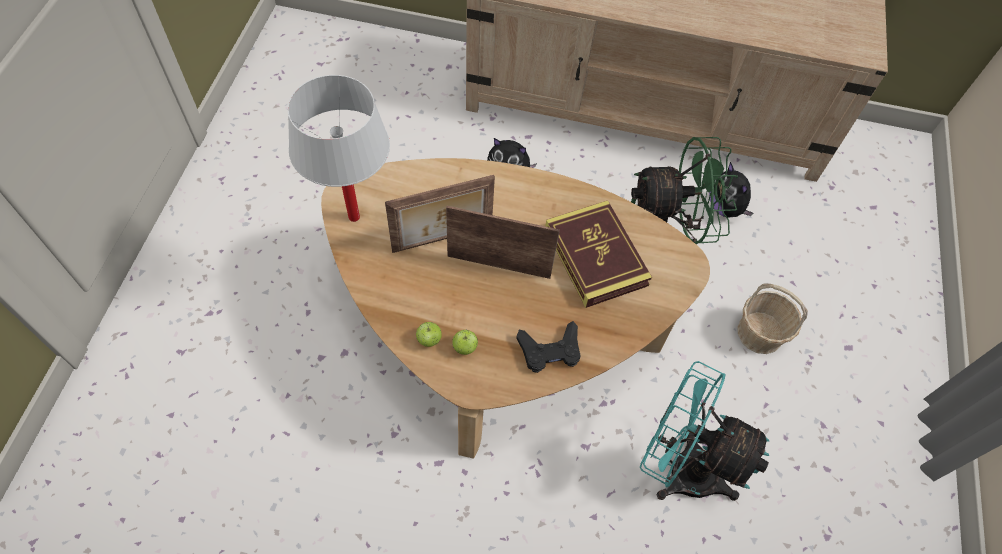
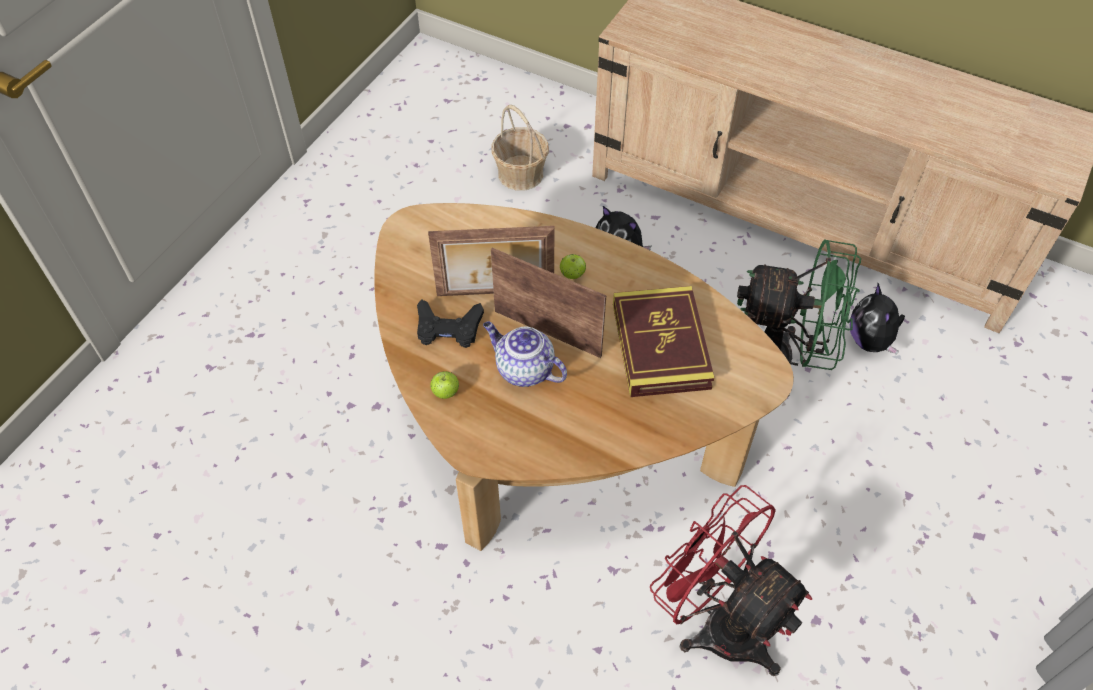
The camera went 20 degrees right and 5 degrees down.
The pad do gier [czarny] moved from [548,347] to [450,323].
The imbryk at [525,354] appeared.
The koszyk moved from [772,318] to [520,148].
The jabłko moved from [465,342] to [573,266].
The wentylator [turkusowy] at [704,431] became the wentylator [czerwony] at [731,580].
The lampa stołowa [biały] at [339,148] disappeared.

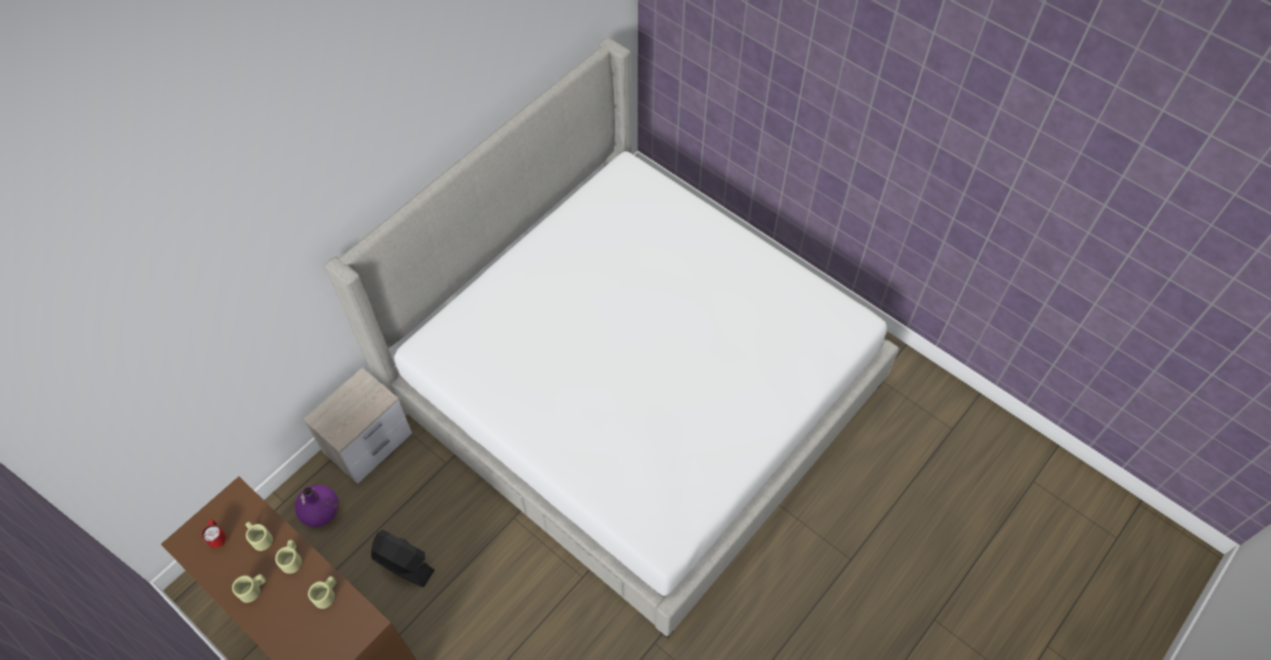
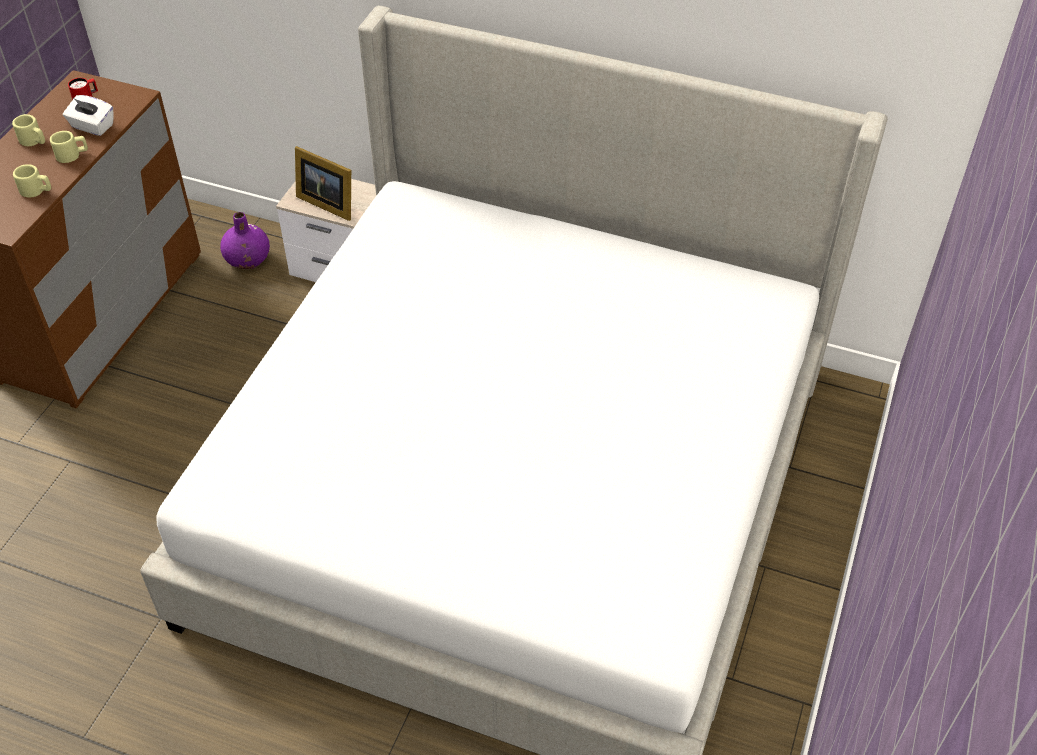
The camera went 70 degrees right and 10 degrees down.
The kubek [beżowy] at [259,536] was replaced by the pudełko chusteczek [biały] at [88,115].
The ramka na zdjęcie at [323,183] appeared.
The wentylator [czarny] at [403,558] disappeared.

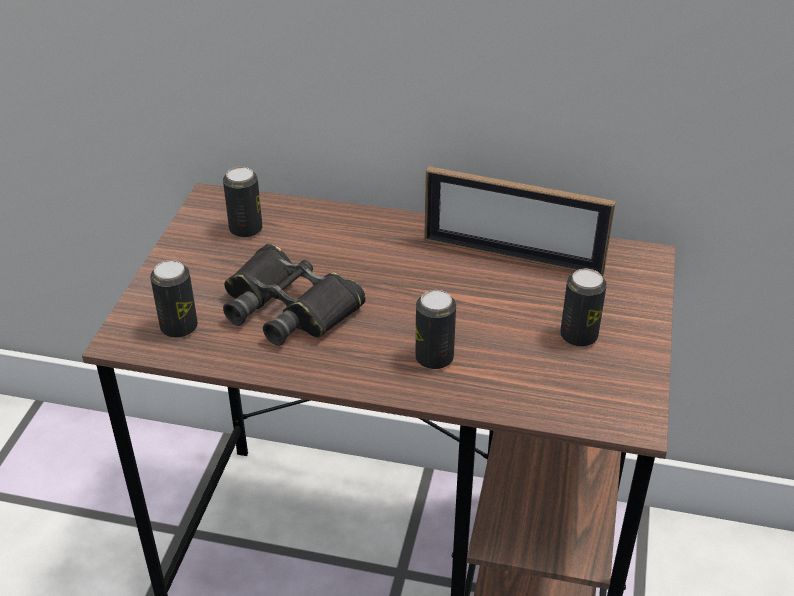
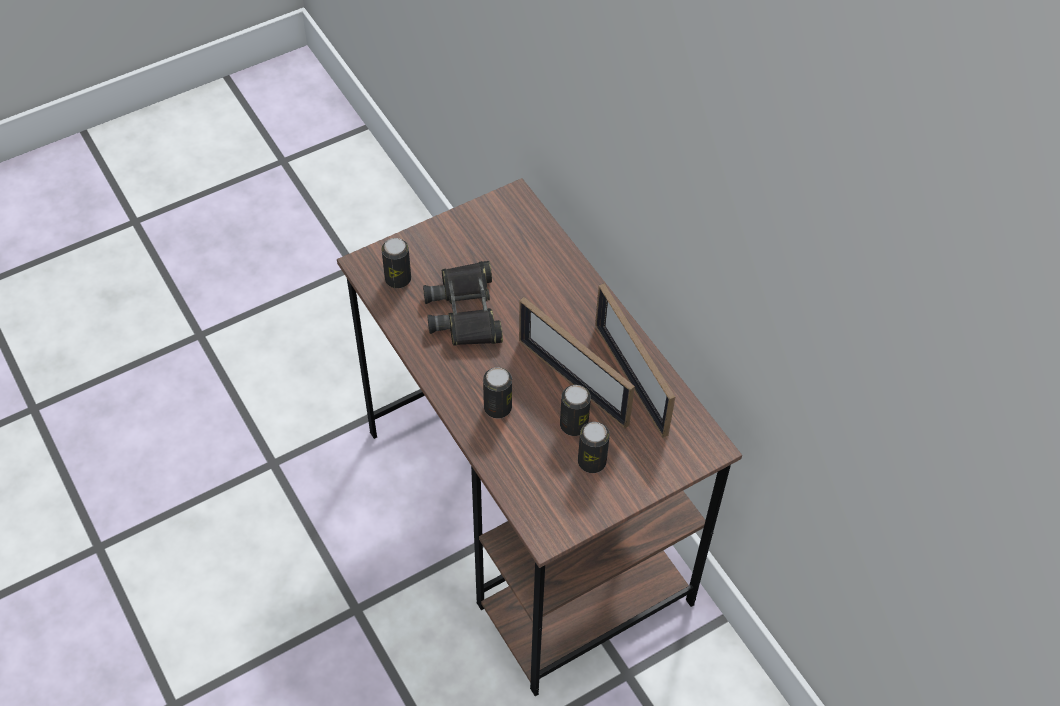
The camera went 45 degrees right and 15 degrees up.
The ramka na zdjęcie at [577,363] appeared.
The puszka moved from [242,202] to [575,410].

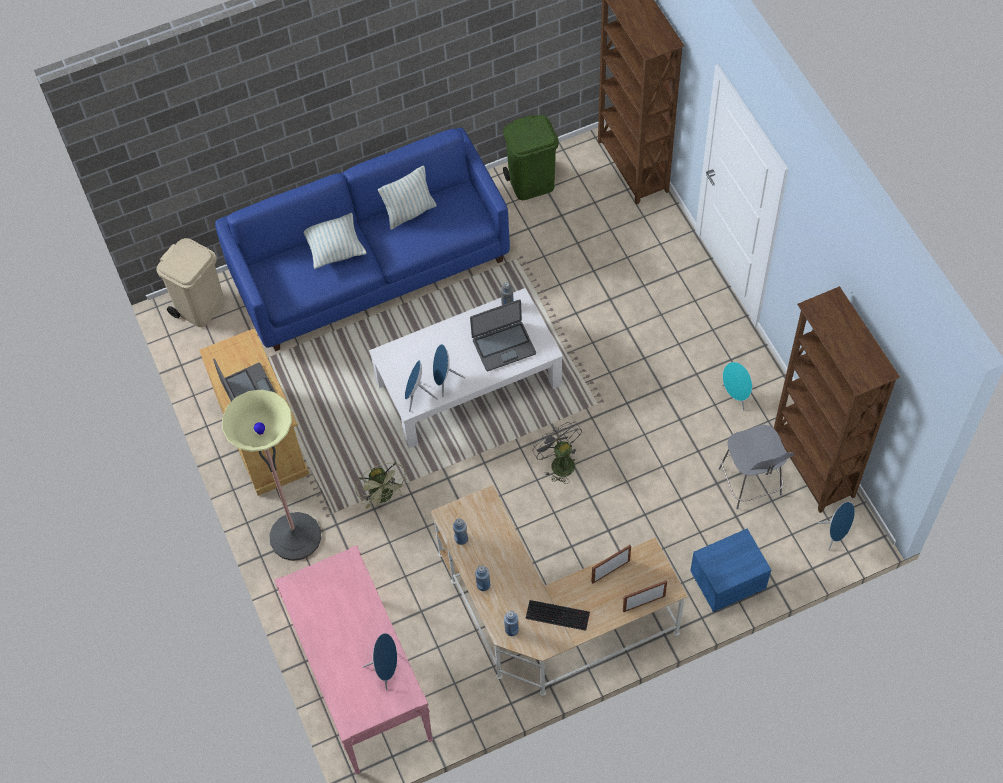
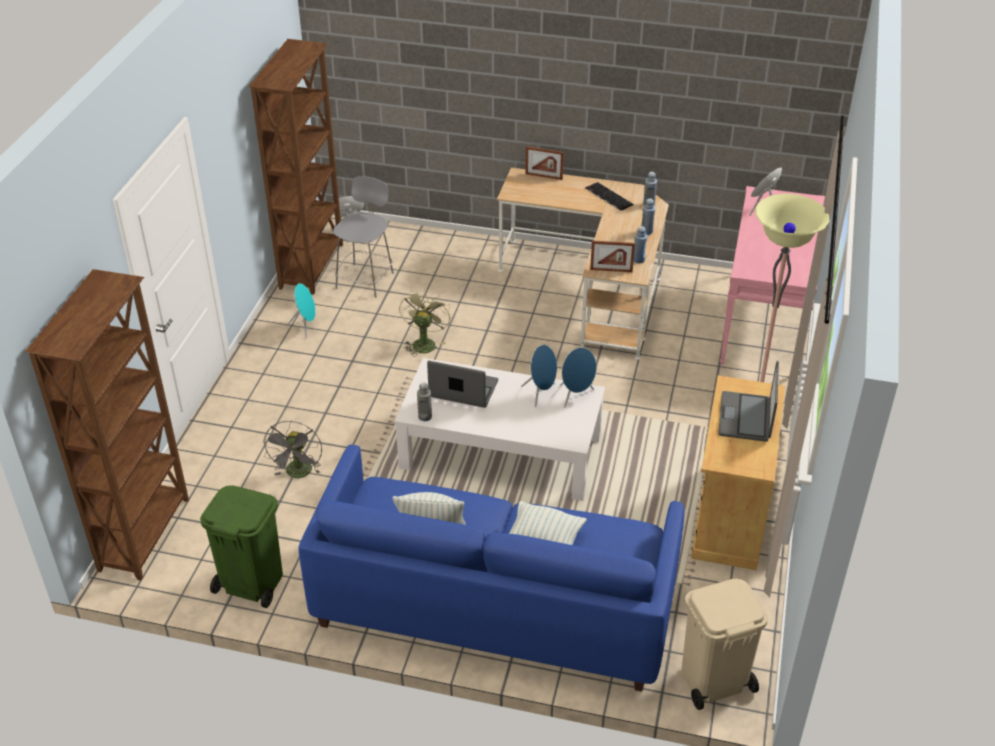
The camera went 145 degrees left and 20 degrees down.
The wentylator [szary] moved from [557,453] to [292,449].
The wentylator [zielony] moved from [381,485] to [425,323].
The ramka na zdjęcie moved from [611,564] to [612,256].
The szafka nocna [niebieski] at [730,570] disappeared.

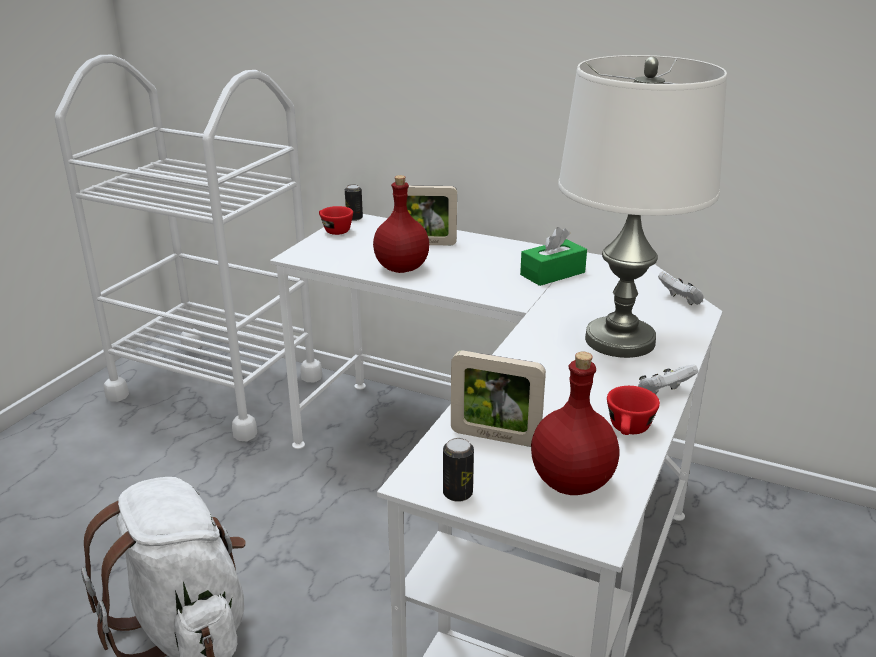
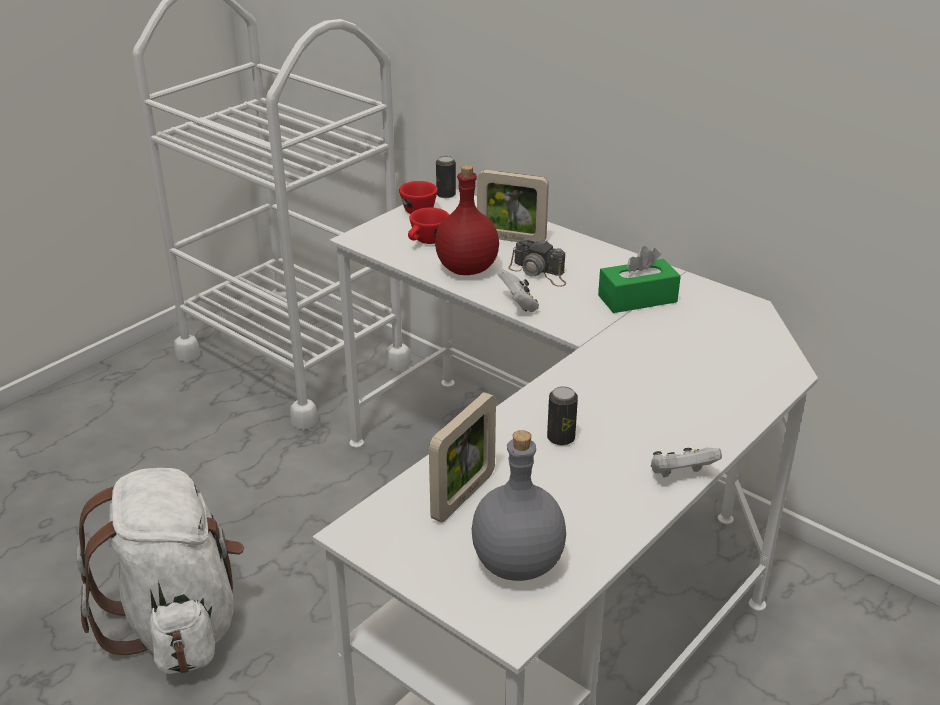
The camera went 15 degrees right and 5 degrees up.
The filiżanka [czerwony] moved from [633,410] to [428,226].
The ramka na zdjęcie at [498,399] turned 90 degrees counterclockwise.
The butelka [czerwony] at [575,423] became the butelka [szary] at [519,505].
The pad do gier [biały] moved from [681,288] to [518,290].
The aparat fotograficzny at [537,263] appeared.
The puszka moved from [458,470] to [562,415].
The lampa stołowa [biały] at [642,206] disappeared.

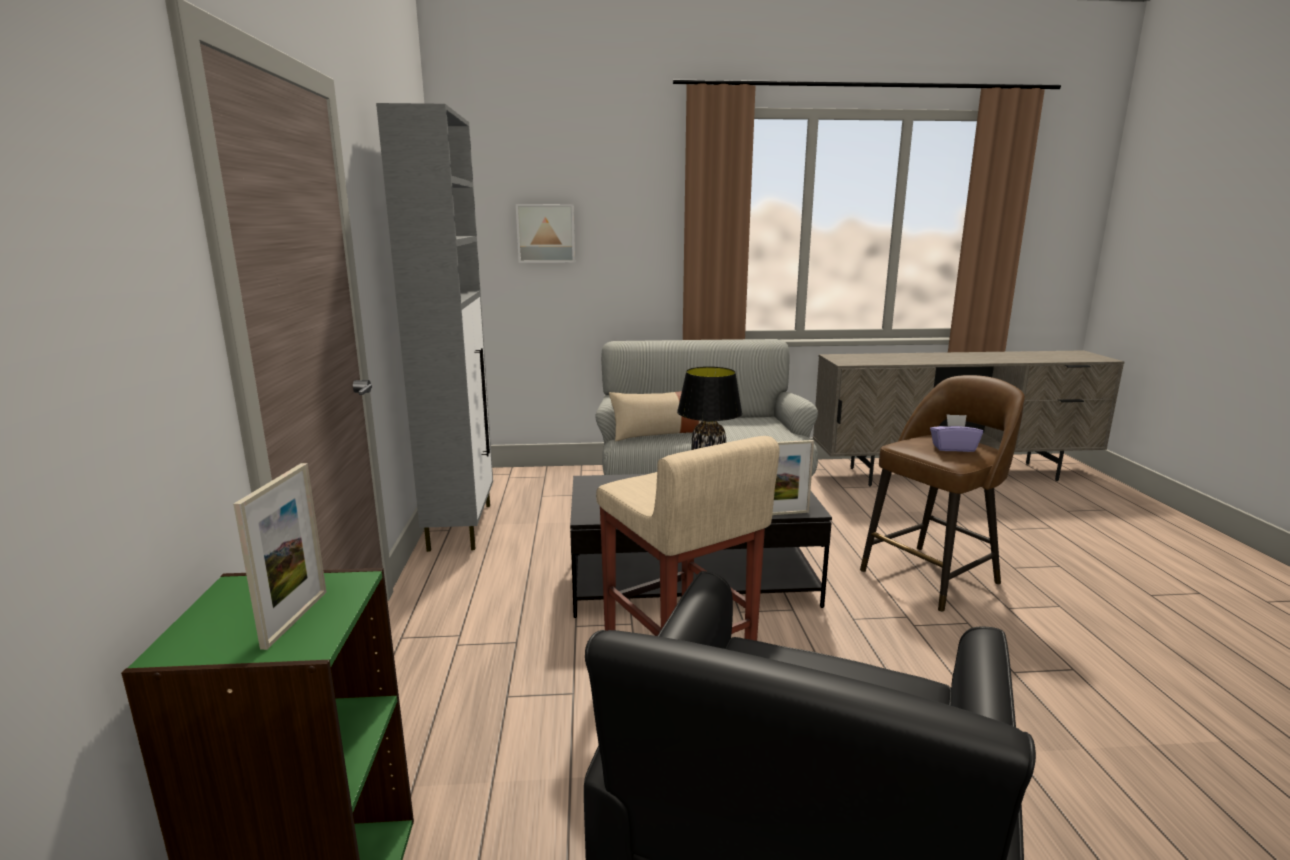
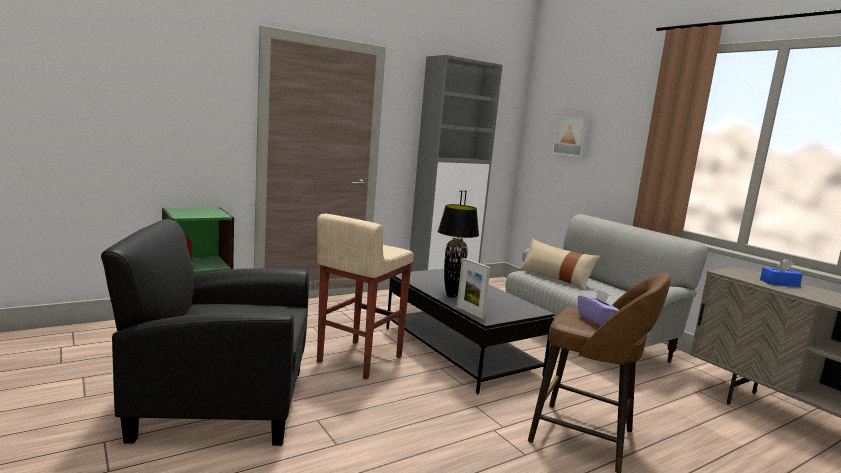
The camera went 60 degrees right and 5 degrees down.
The pudełko chusteczek [niebieski] at [781,272] appeared.
The ramka na zdjęcie at [280,556] disappeared.

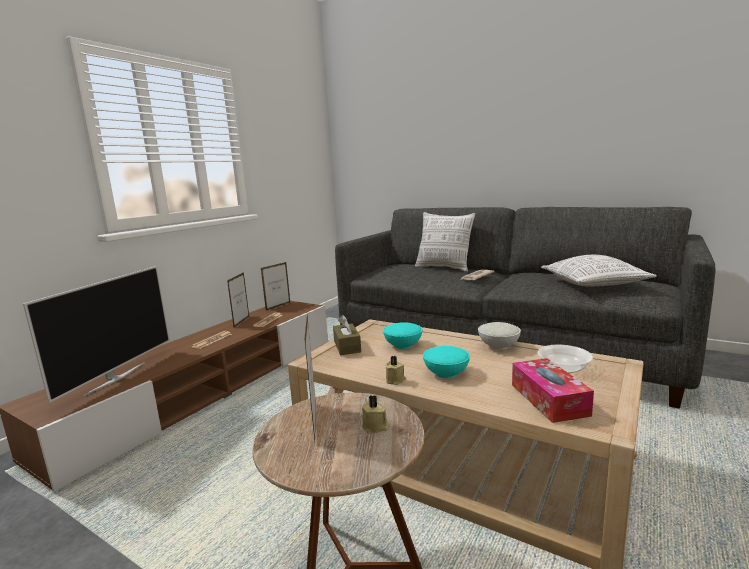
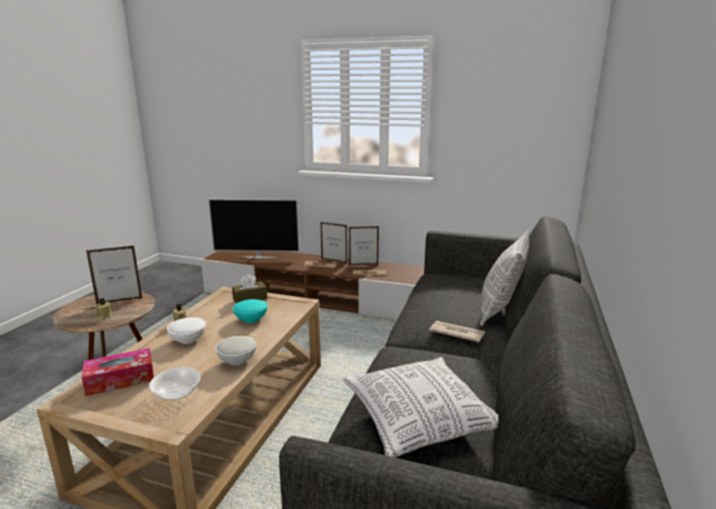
The camera went 75 degrees right and 5 degrees up.
The miska [turkusowy] at [446,362] became the miska [biały] at [186,330].
The ramka na zdjęcie moved from [276,286] to [333,242].

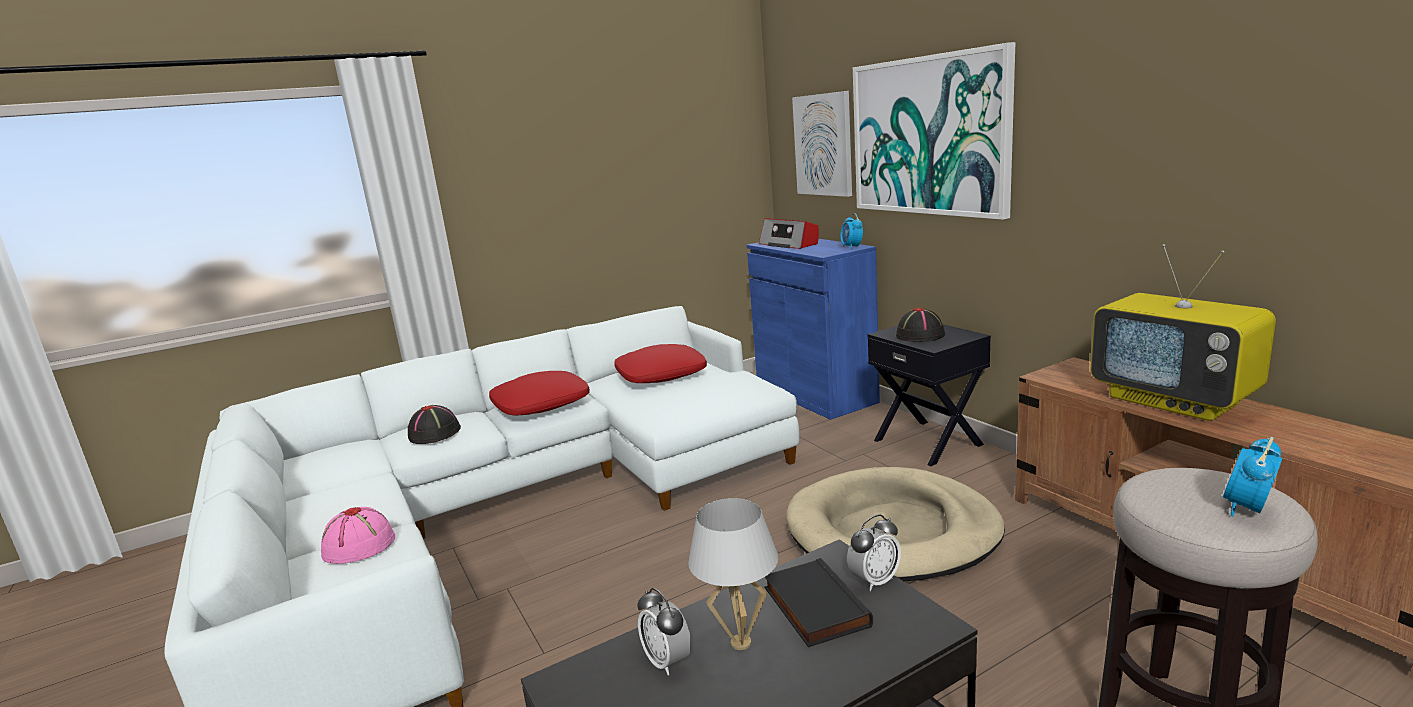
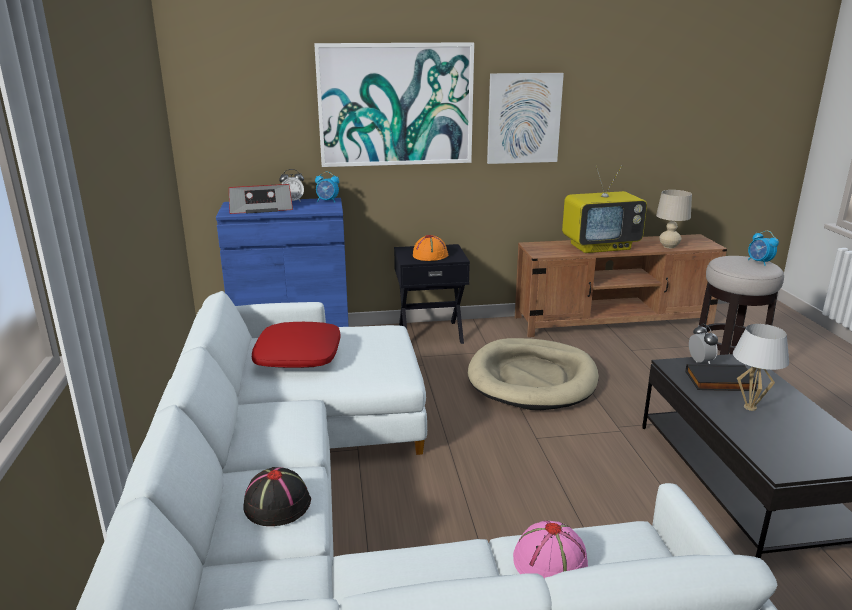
The camera went 70 degrees left and 5 degrees up.
The budzik moved from [664,631] to [291,185].
The kapelusz [czarny] at [920,324] became the kapelusz [pomarańczowy] at [430,248].
The obraz moved from [822,144] to [525,118].
The lampa stołowa [beżowy] at [674,219] appeared.
The poduszka [czerwony] at [539,393] disappeared.

